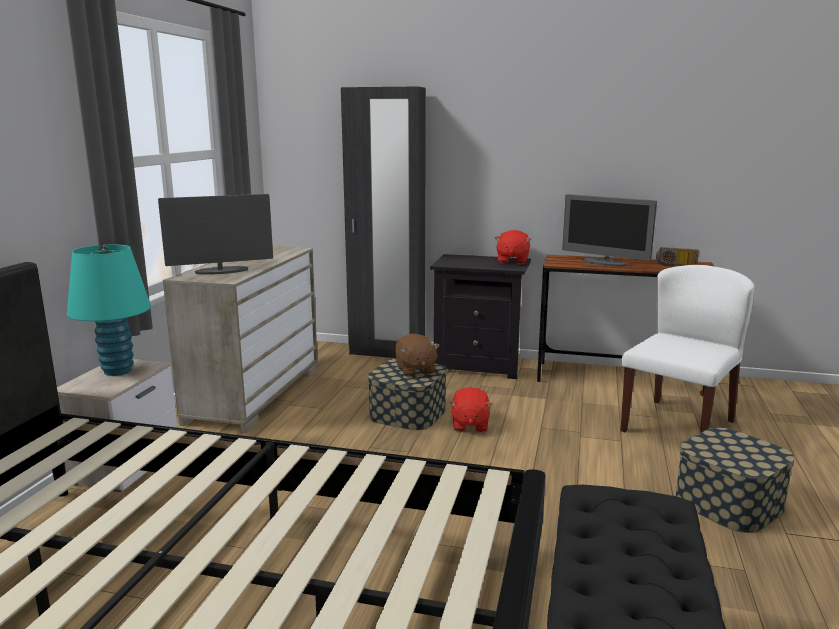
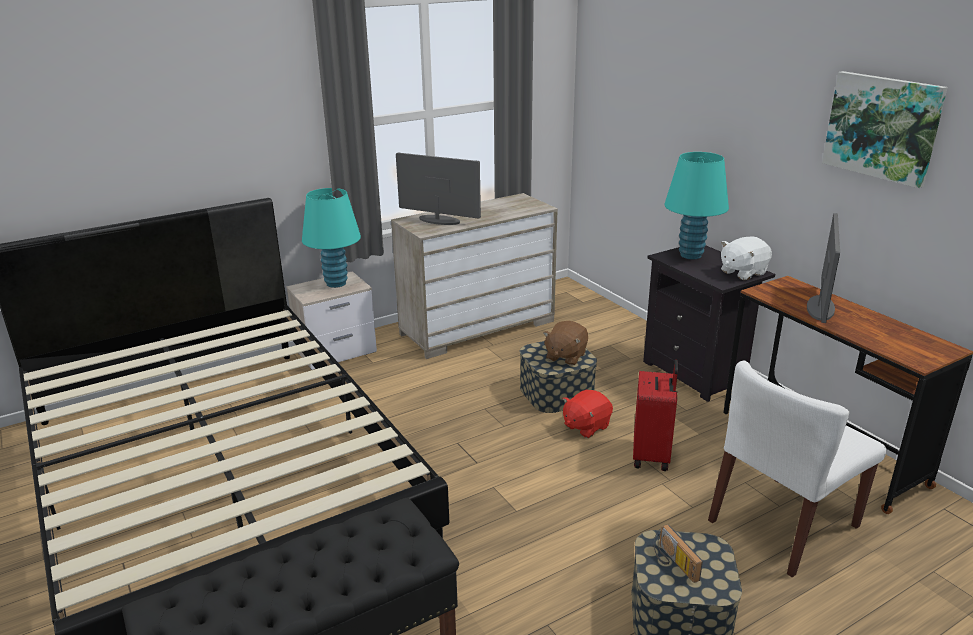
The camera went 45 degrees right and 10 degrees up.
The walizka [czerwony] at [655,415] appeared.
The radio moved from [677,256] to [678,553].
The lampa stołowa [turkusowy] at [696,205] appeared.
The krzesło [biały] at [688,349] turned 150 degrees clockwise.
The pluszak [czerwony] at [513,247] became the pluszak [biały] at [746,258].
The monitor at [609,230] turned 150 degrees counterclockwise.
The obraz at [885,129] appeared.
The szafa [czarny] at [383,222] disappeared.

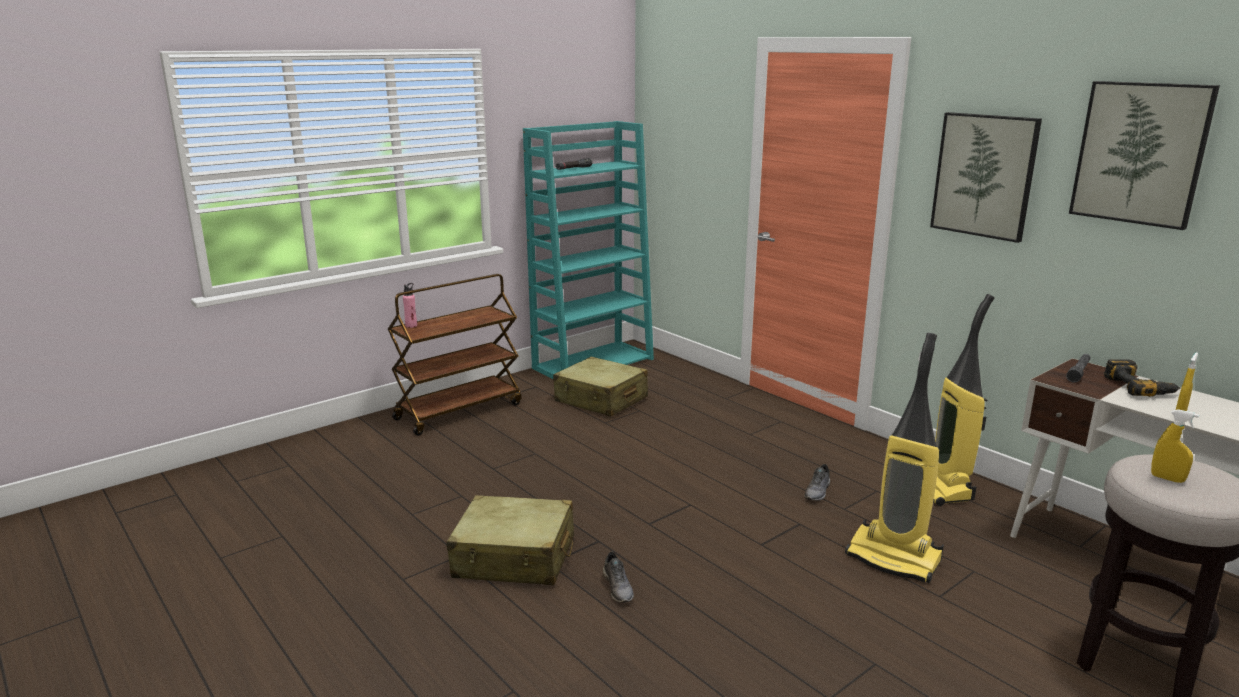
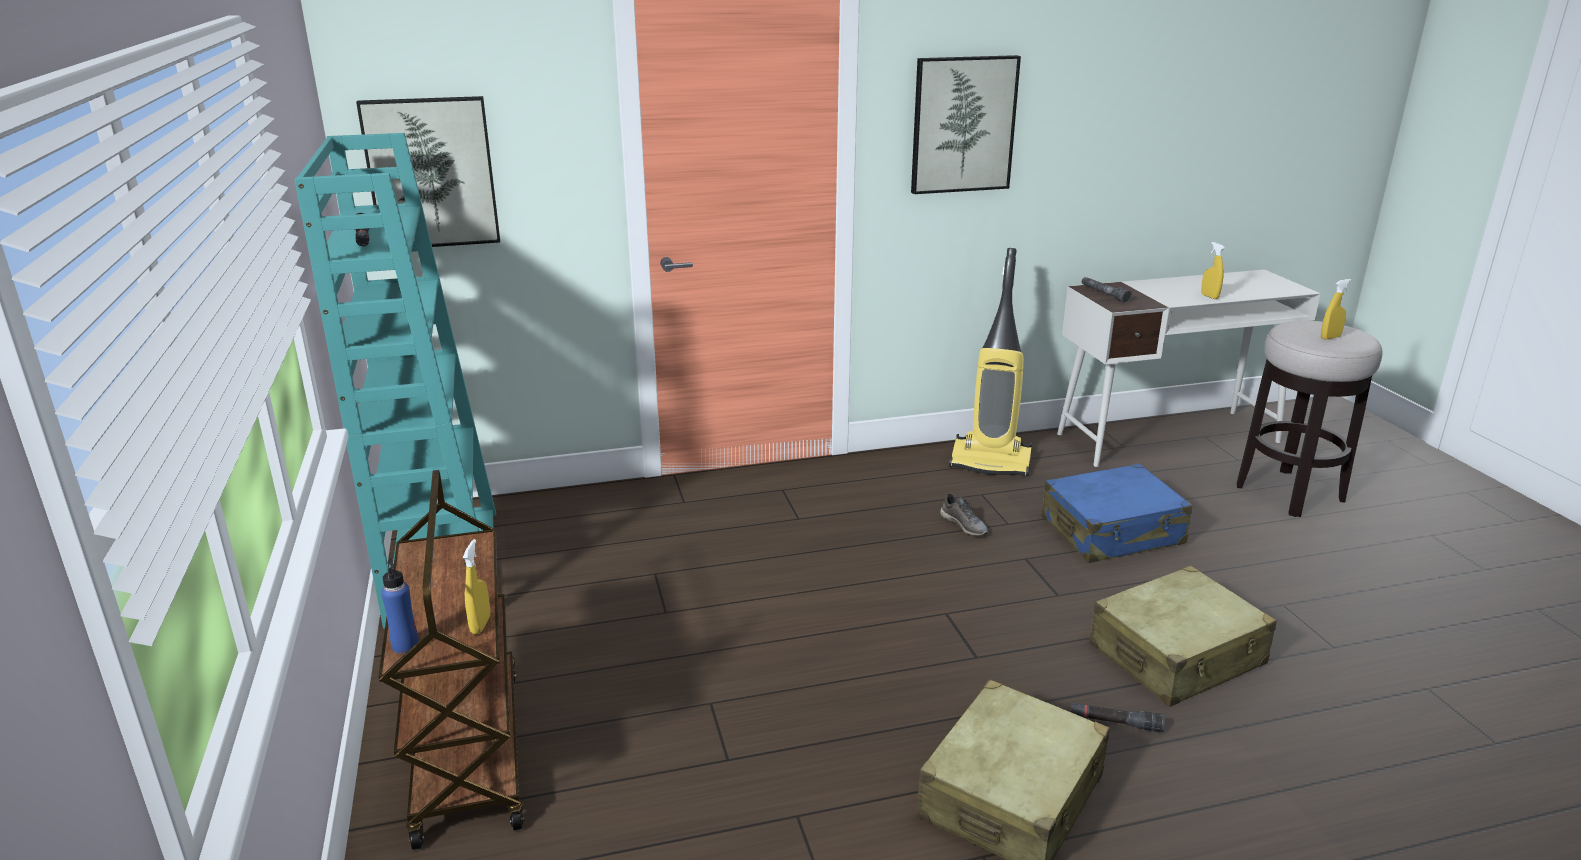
The camera went 65 degrees left and 5 degrees up.
The obraz moved from [1144,155] to [428,171].
The butelka [różowy] at [410,305] became the butelka [niebieski] at [400,606].
The spryskiwacz [żółty] at [476,586] appeared.
The odkurzacz at [894,458] was replaced by the walizka [niebieski] at [1117,513].
The but [szary] at [618,577] was replaced by the latarka [czarny] at [1117,717].
The walizka [beżowy] moved from [600,387] to [1183,636].
The wiertarka at [1142,378] disappeared.

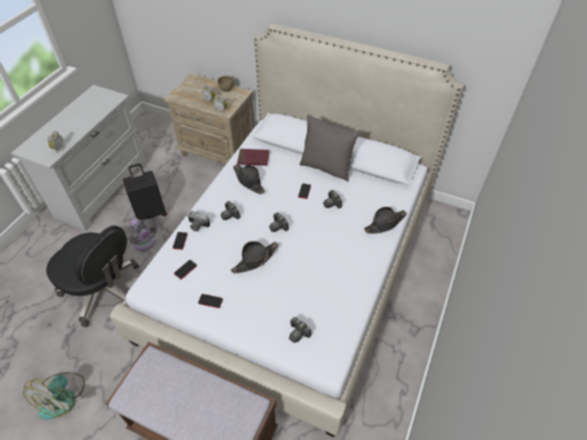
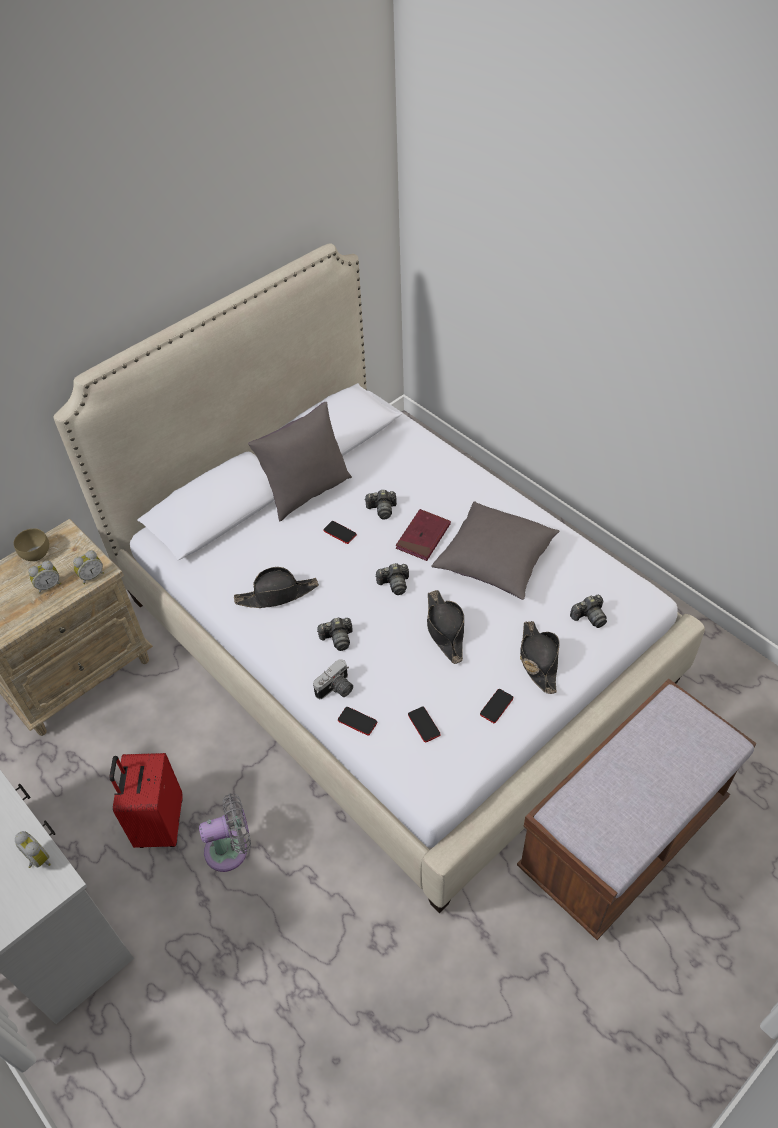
The camera went 65 degrees left and 0 degrees up.
The walizka [czarny] at [145,192] became the walizka [czerwony] at [146,800].
The książka [czerwony] moved from [253,157] to [423,535].
The poduszka [szary] at [495,550] appeared.
The kapelusz [czarny] moved from [385,220] to [540,657].
The wentylator at [54,396] disappeared.
The krzesło biurowe [czarny] at [92,276] disappeared.

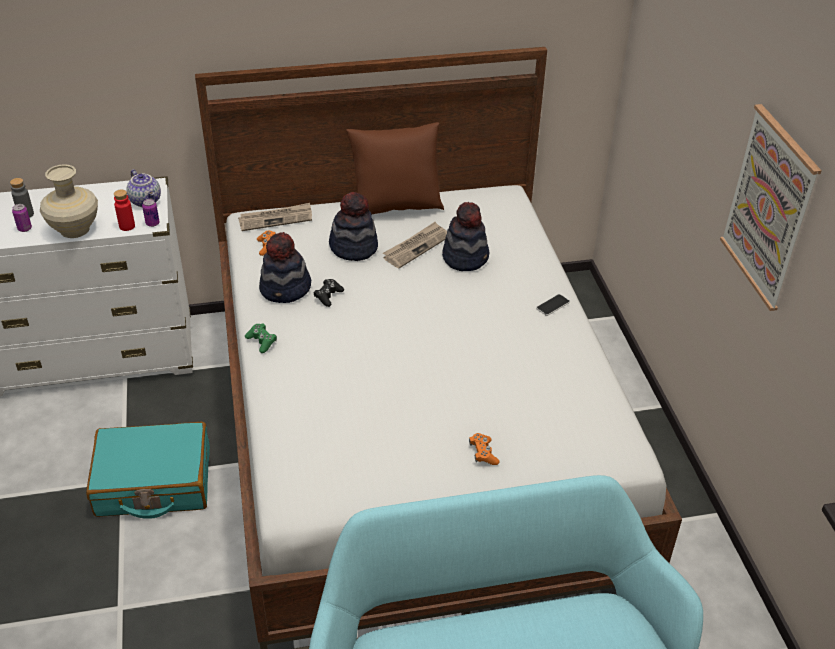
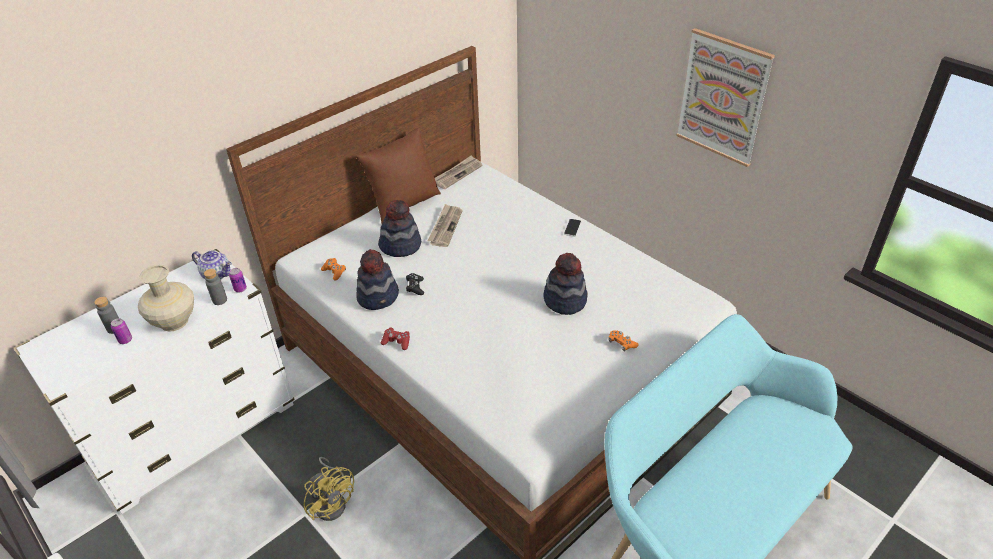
The camera went 30 degrees left and 0 degrees up.
The butelka [czerwony] at [124,210] became the butelka [szary] at [215,287].
The walizka [turkusowy] at [148,470] was replaced by the wentylator [żółty] at [329,489].
The pad do gier [zielony] at [261,338] became the pad do gier [czerwony] at [395,339].
The gazeta moved from [275,217] to [459,172].
The kapelusz moved from [465,236] to [565,284].

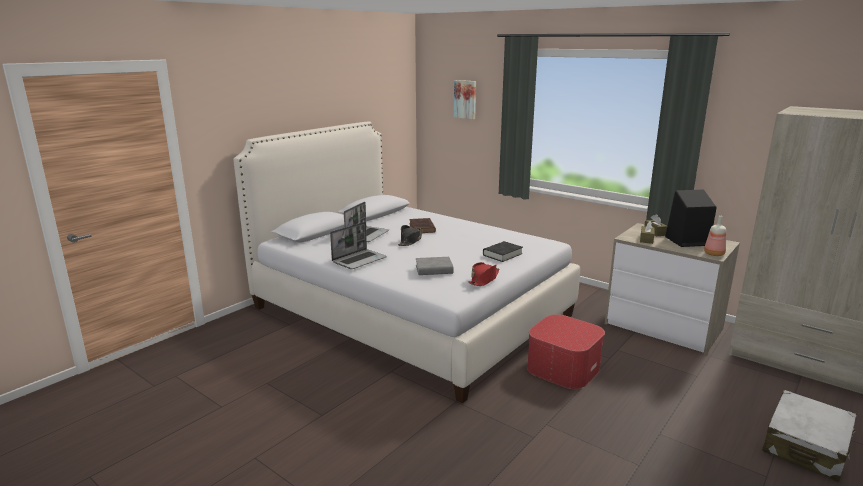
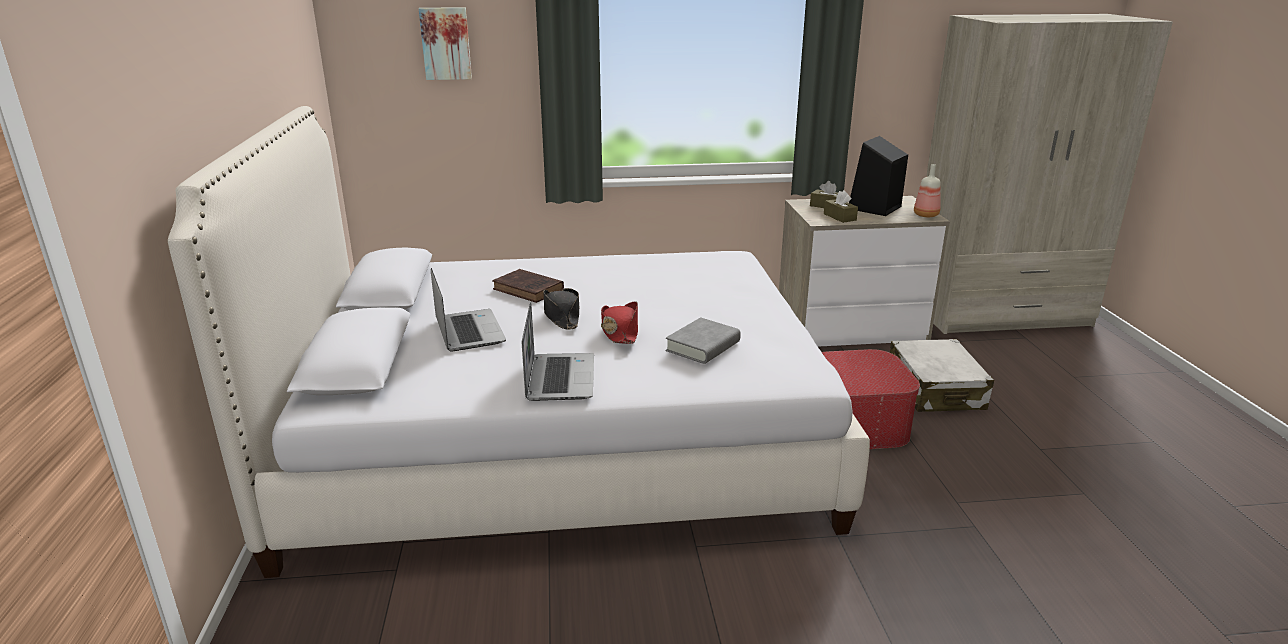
The camera went 45 degrees left and 5 degrees up.
The kapelusz [czerwony] moved from [484,274] to [619,323].
The walizka [biały] moved from [809,436] to [942,375].
The książka [czarny] at [503,251] disappeared.

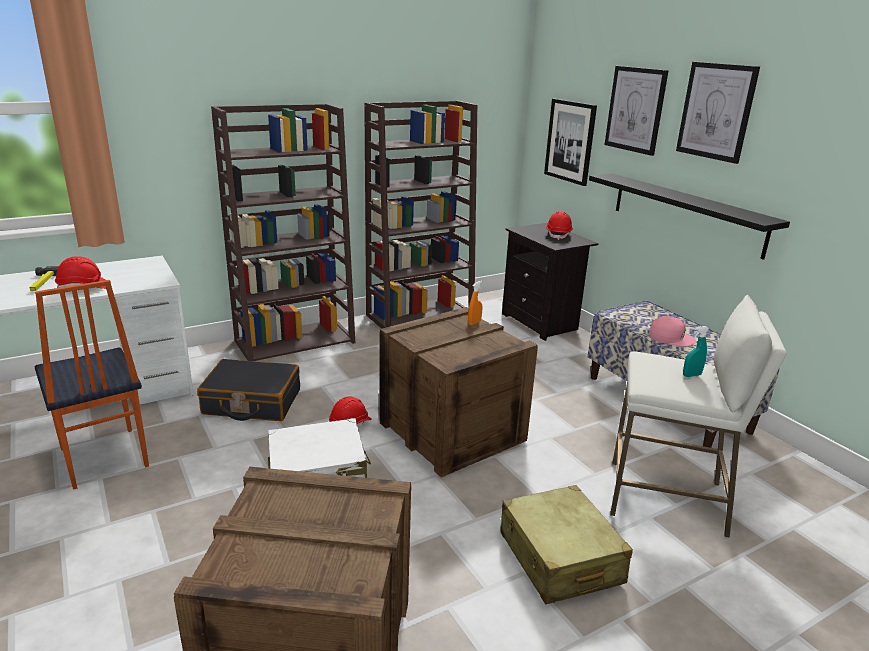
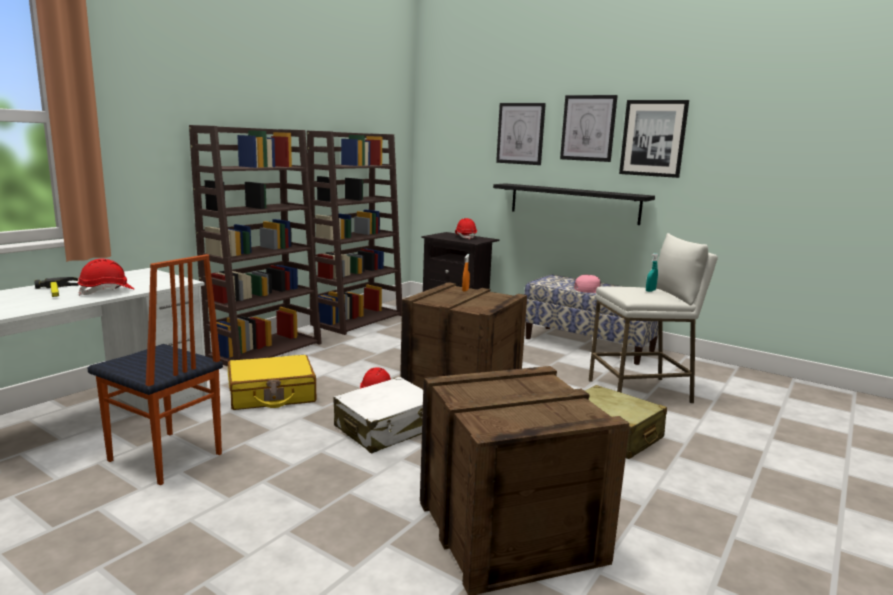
The camera went 25 degrees left and 10 degrees down.
The walizka [czarny] at [248,390] became the walizka [żółty] at [272,382].
The obraz moved from [570,142] to [654,139].

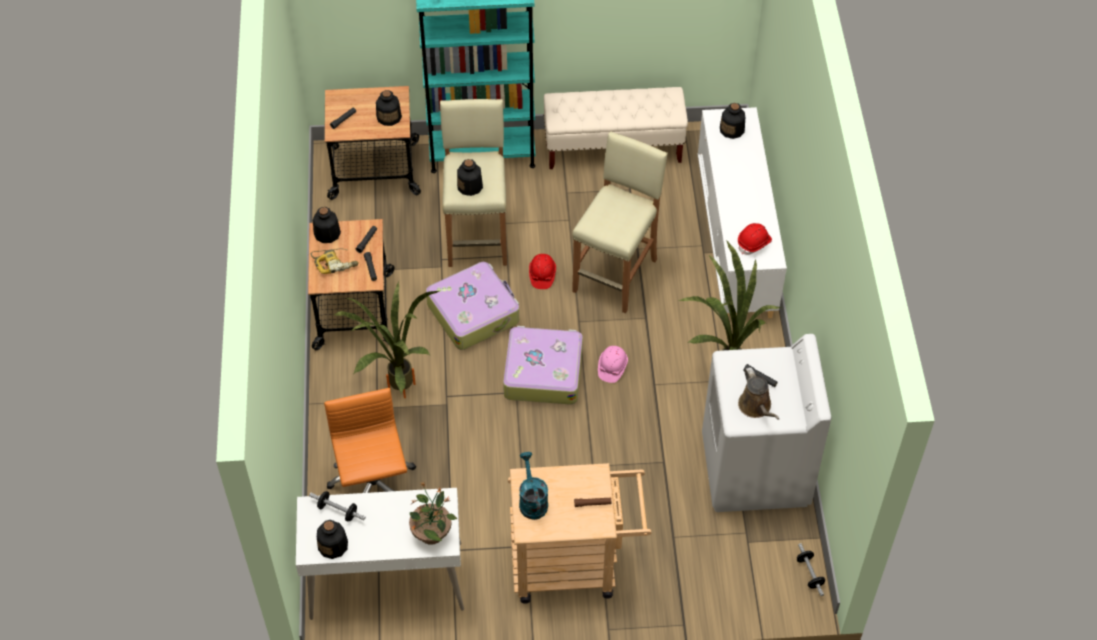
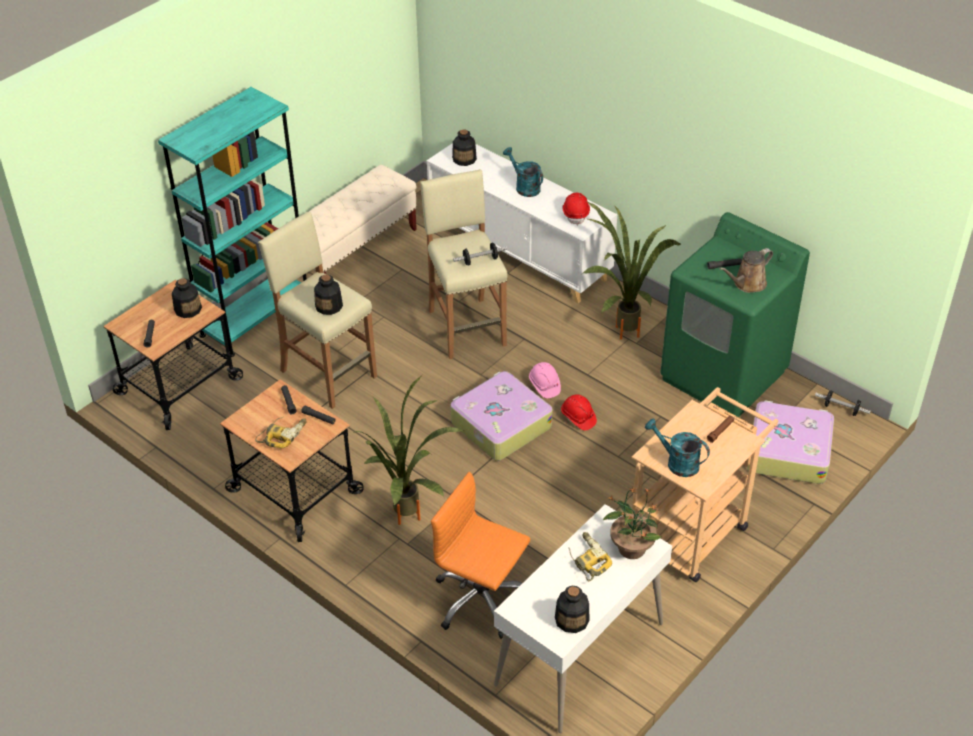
The camera went 45 degrees left and 10 degrees down.
The hantel moved from [337,506] to [480,254].
The konewka [turkusowy] at [523,172] appeared.
The kask [czerwony] moved from [542,271] to [579,412].
The wiertarka at [590,556] appeared.
The pralka [biały] at [766,423] became the pralka [zielony] at [735,314].
The konewka [brązowy] at [759,393] turned 120 degrees clockwise.
The walizka moved from [472,306] to [790,442].
The butelka at [327,225] disappeared.

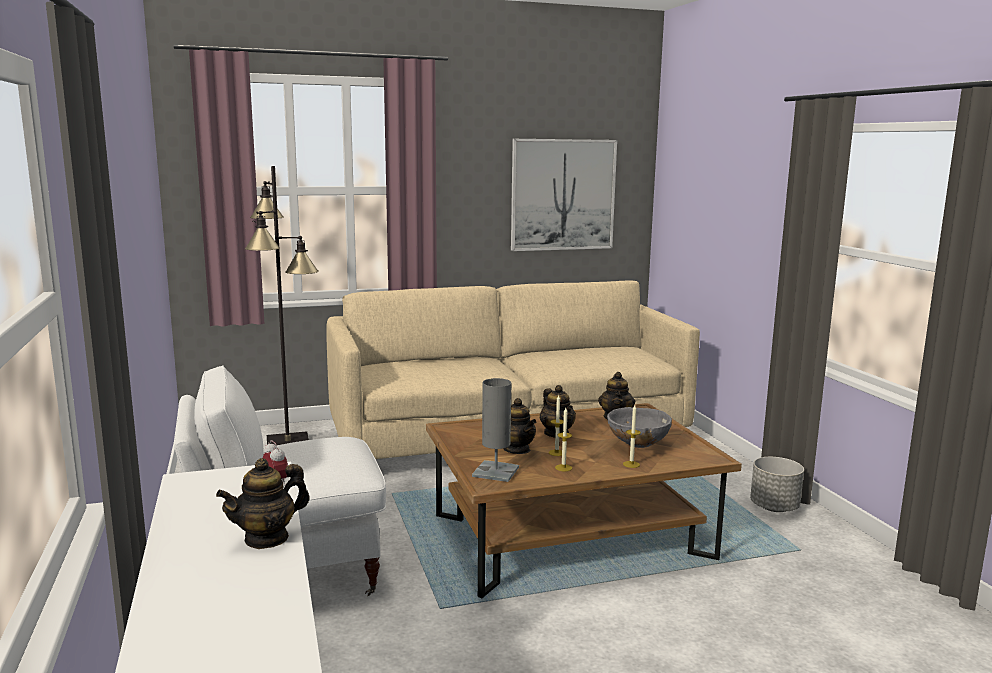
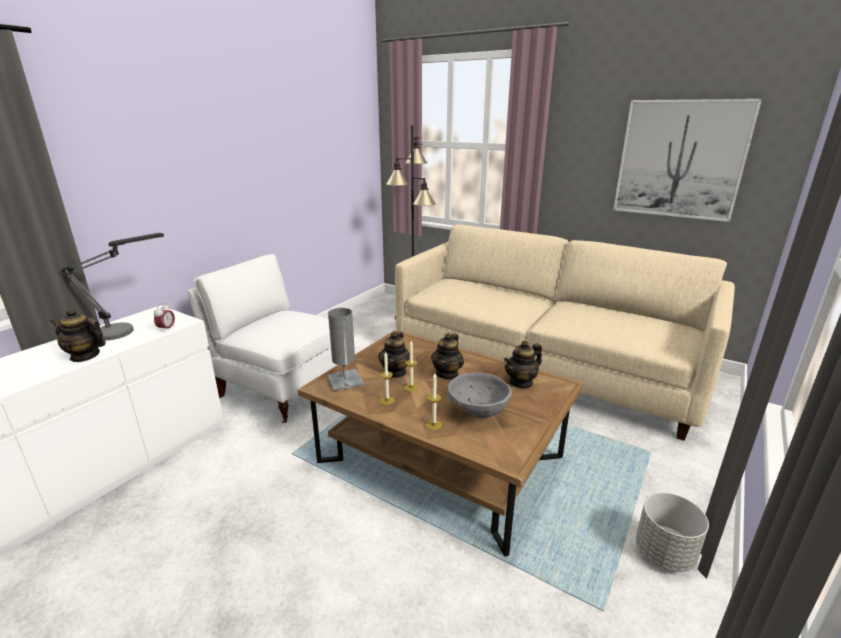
The camera went 50 degrees right and 10 degrees up.
The lampa stołowa at [112,287] appeared.

